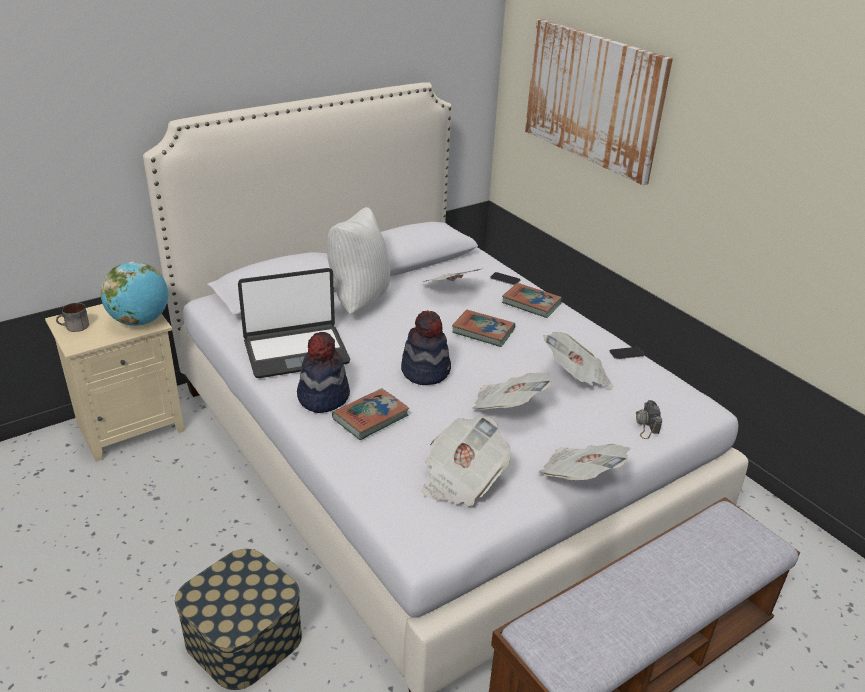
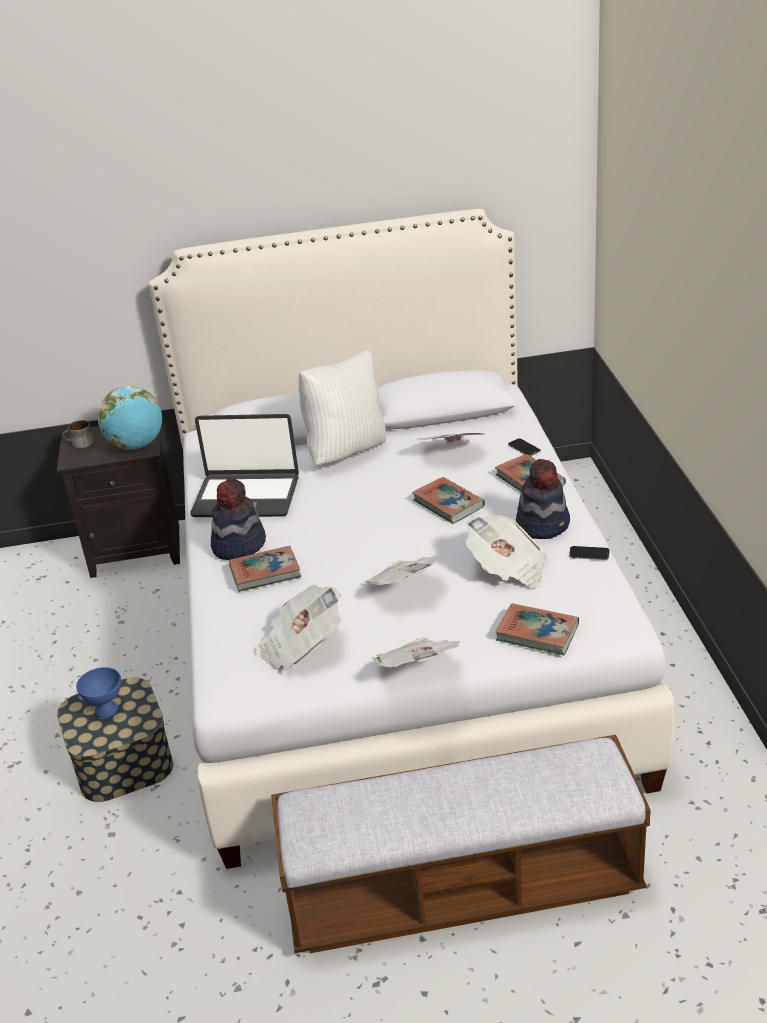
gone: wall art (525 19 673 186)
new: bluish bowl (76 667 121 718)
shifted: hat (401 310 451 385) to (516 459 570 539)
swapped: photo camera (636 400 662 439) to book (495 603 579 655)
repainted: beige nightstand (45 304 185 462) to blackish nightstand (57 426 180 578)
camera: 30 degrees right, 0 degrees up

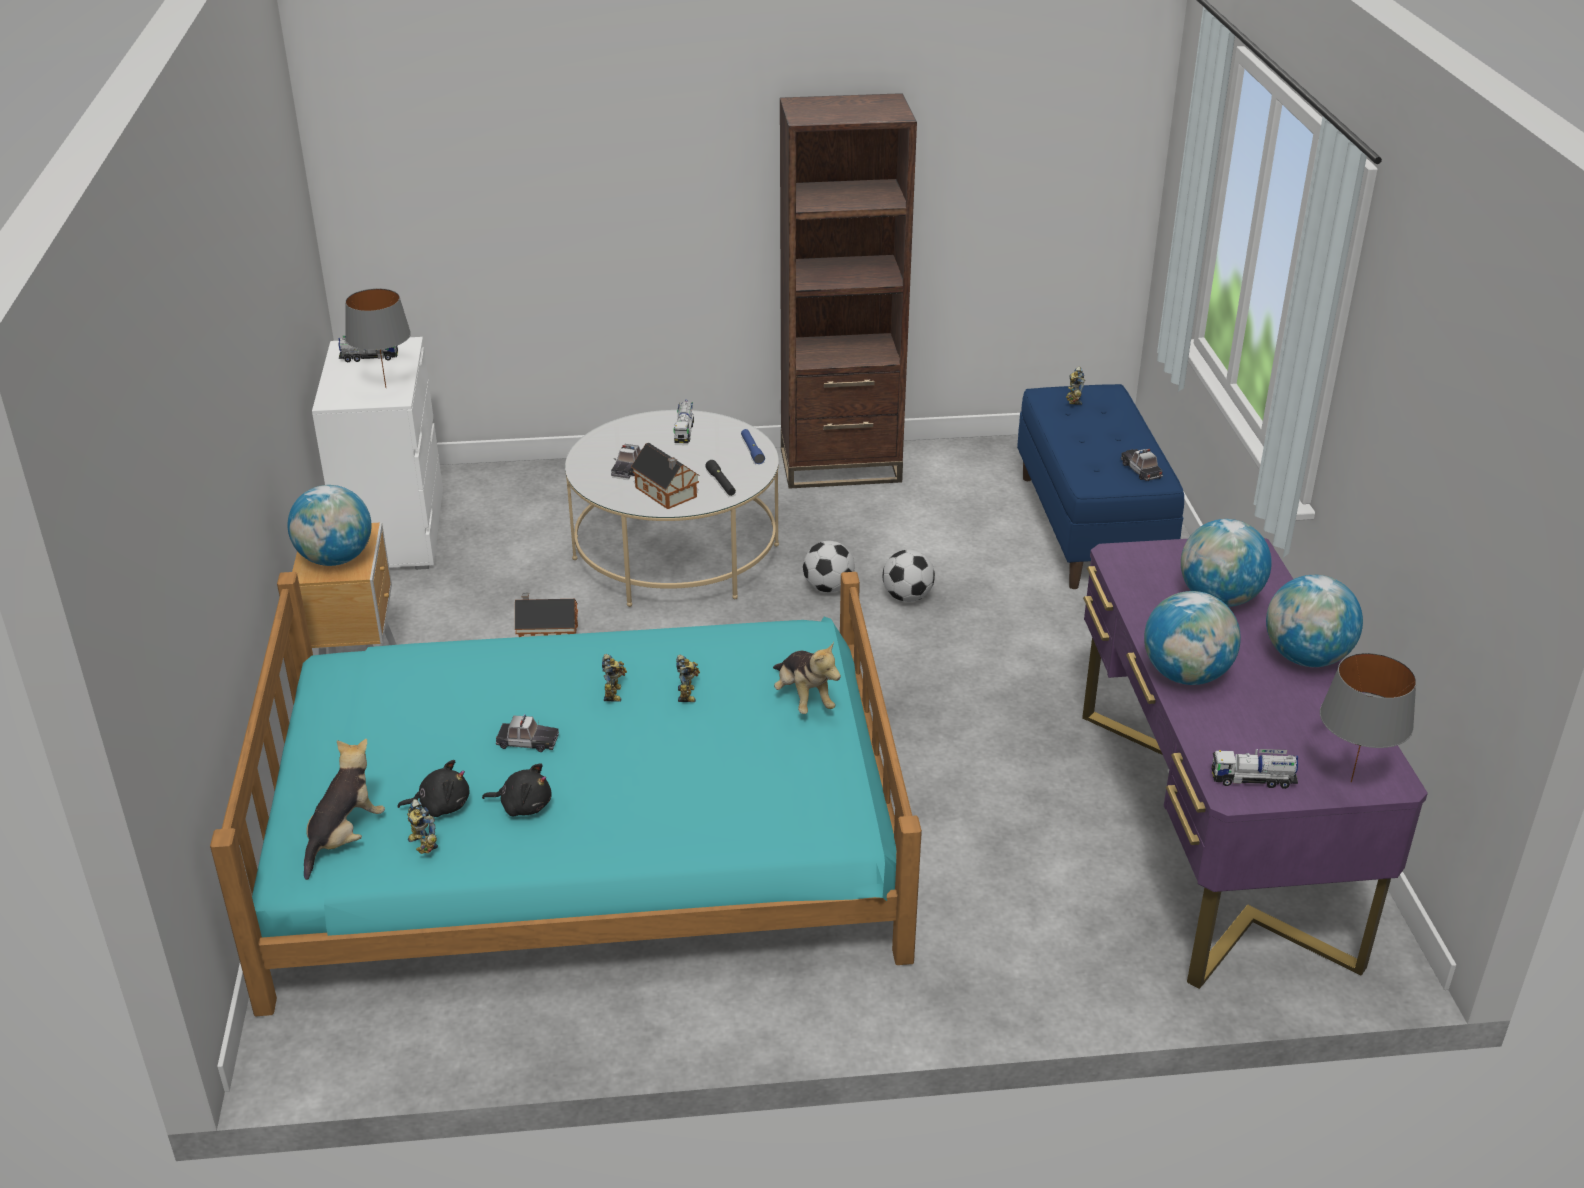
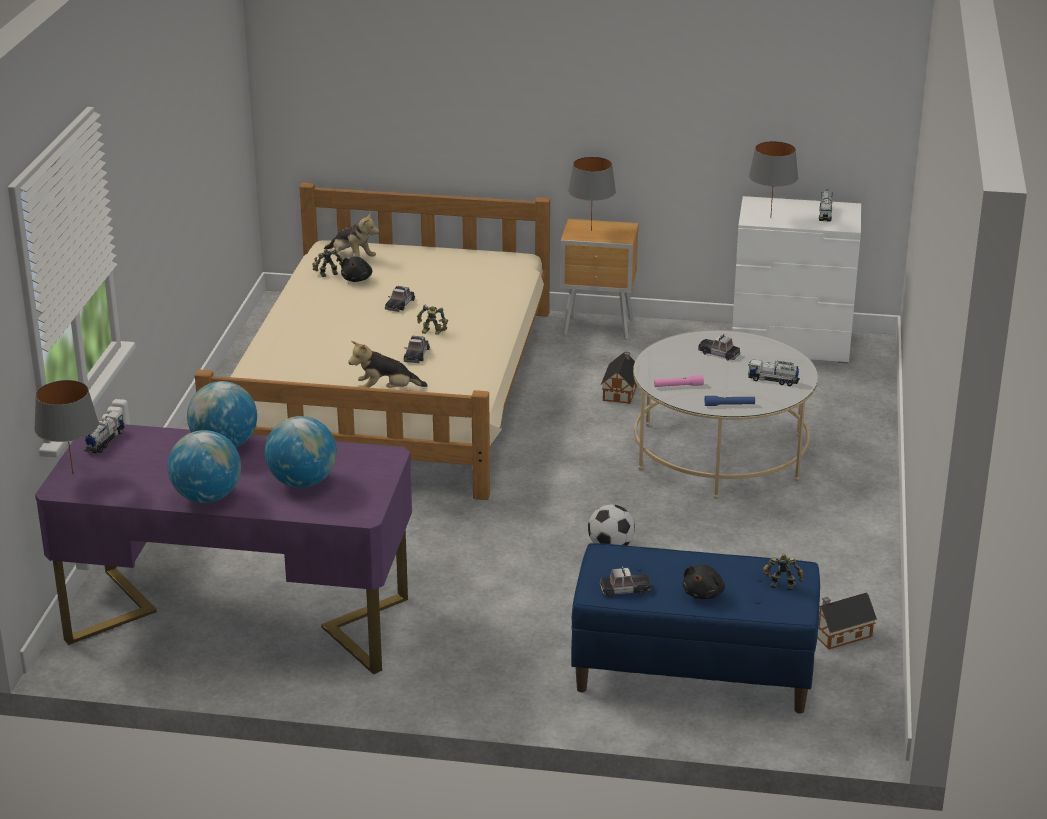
gone: brown bookshelf (780 93 917 489); ball for football (803 541 855 593)
shifted: blackish cuddly toy (482 763 552 817) to (683 565 725 599); model house (631 443 700 509) to (817 593 877 649)
swapped: model robot (676 655 700 702) to model car (404 336 430 363); world globe (288 485 372 566) to grey tabletop lamp (568 157 616 231)
repainted: turquoise-coloured bedroom bed (210 572 922 1016) to beige bedroom bed (195 183 550 500); blackish torch (705 460 736 496) to pinkish torch (654 375 704 387)
camera: 105 degrees right, 5 degrees down

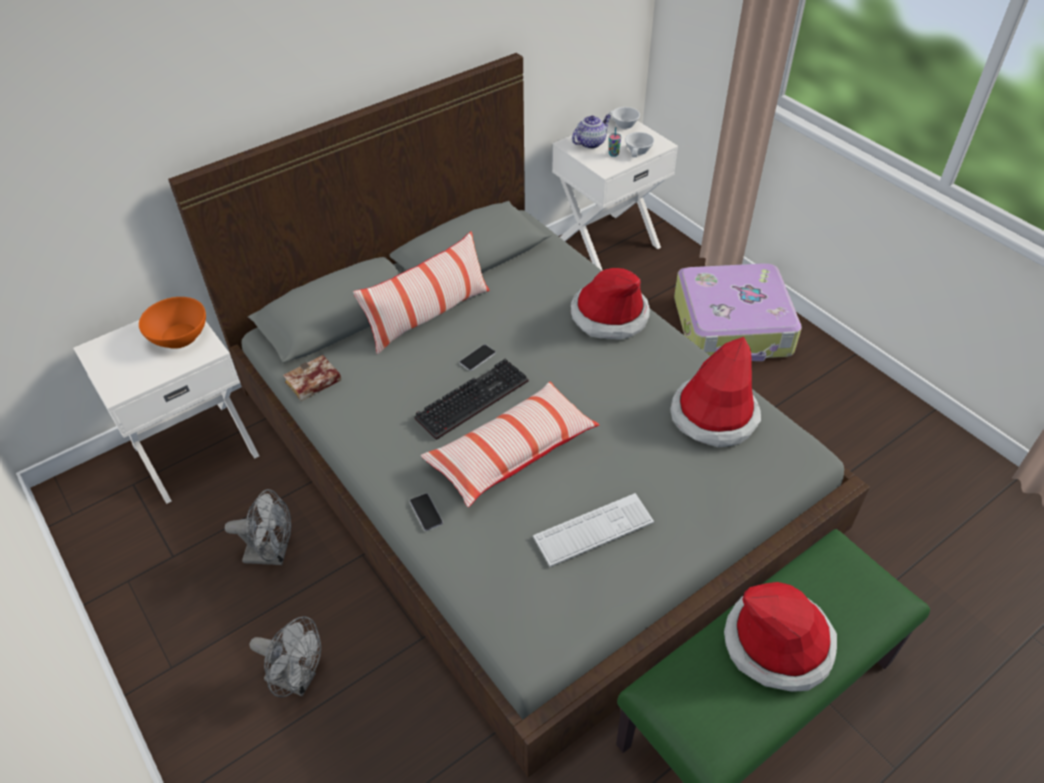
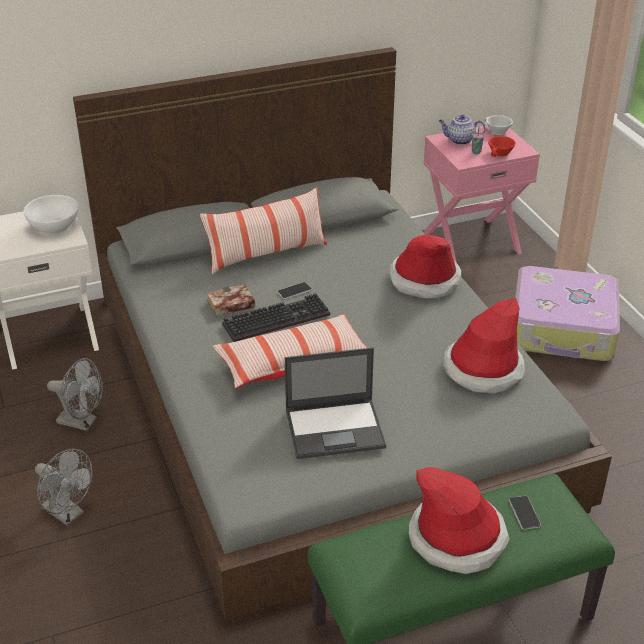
shifted: book (283 355 341 401) to (207 284 255 317); handset (410 493 443 531) to (509 496 541 530)
swapped: keyboard (533 493 654 567) to laptop (285 348 386 459)
repainted: orange-coloured bowl (139 297 206 349) to whitish bowl (24 195 78 234); whitish nightstand (552 119 678 271) to pinkish nightstand (423 125 540 263); whitish small cup (625 132 654 157) to red small cup (488 136 516 157)
rotated: tea pot (572 114 611 149) = (439 115 486 145) 150 degrees counterclockwise
camera: 15 degrees right, 10 degrees down

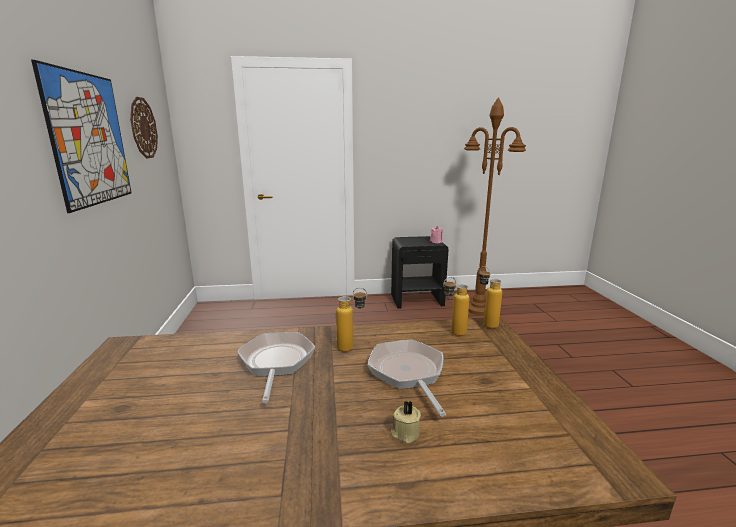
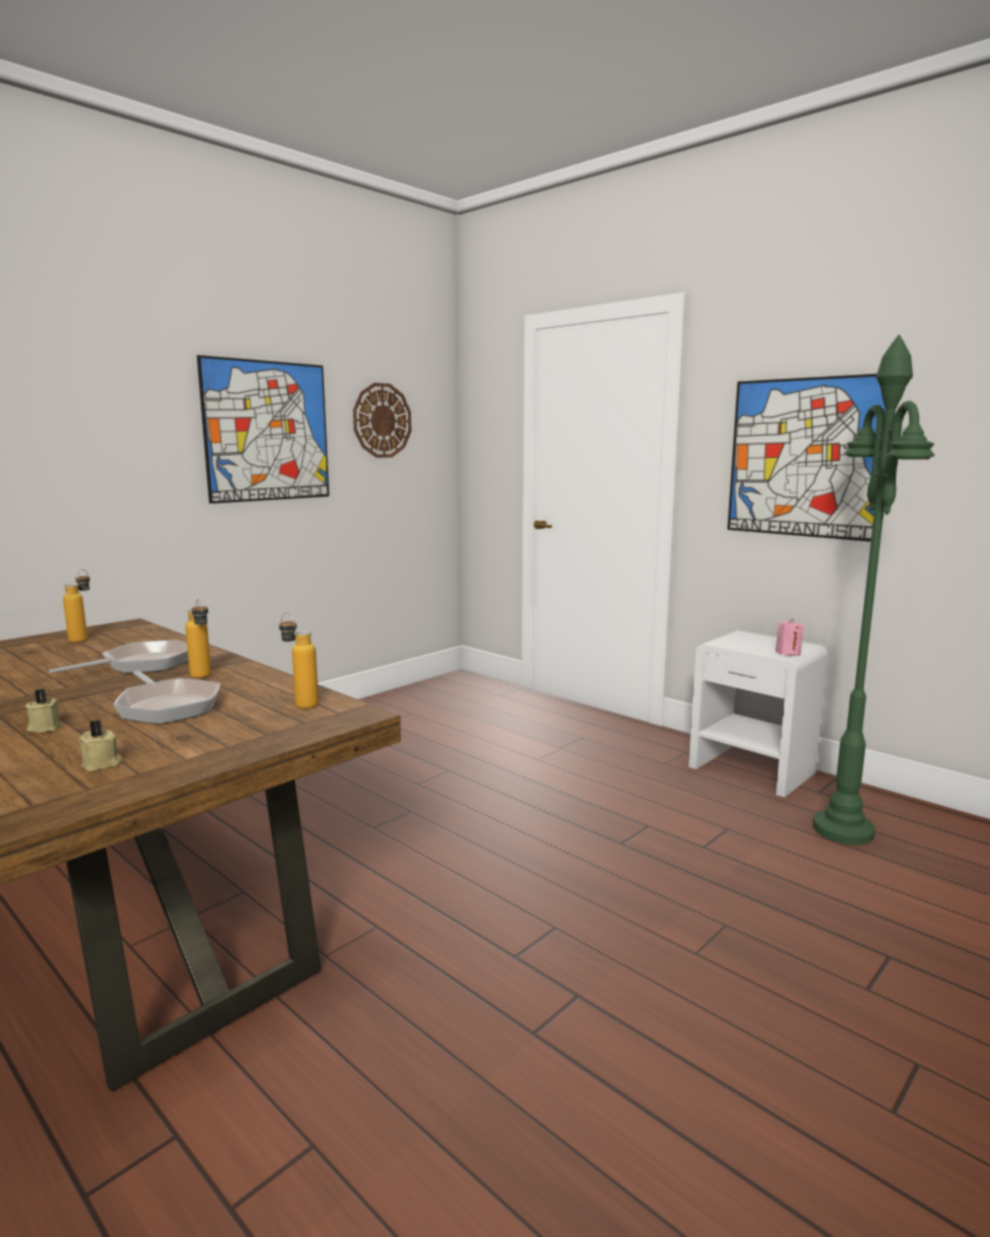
new: beige wax light (79 720 122 771); wall art (727 374 886 542)
shifted: beverage bottle (479 266 502 329) to (63 569 90 643)
repainted: blackish nightstand (391 236 449 309) to whitish nightstand (689 631 828 797); brown standard lamp (464 97 526 315) to greenish standard lamp (813 335 935 845)
rotated: frying pan (368 339 446 416) = (113 670 220 724) 105 degrees clockwise
camera: 50 degrees right, 5 degrees down

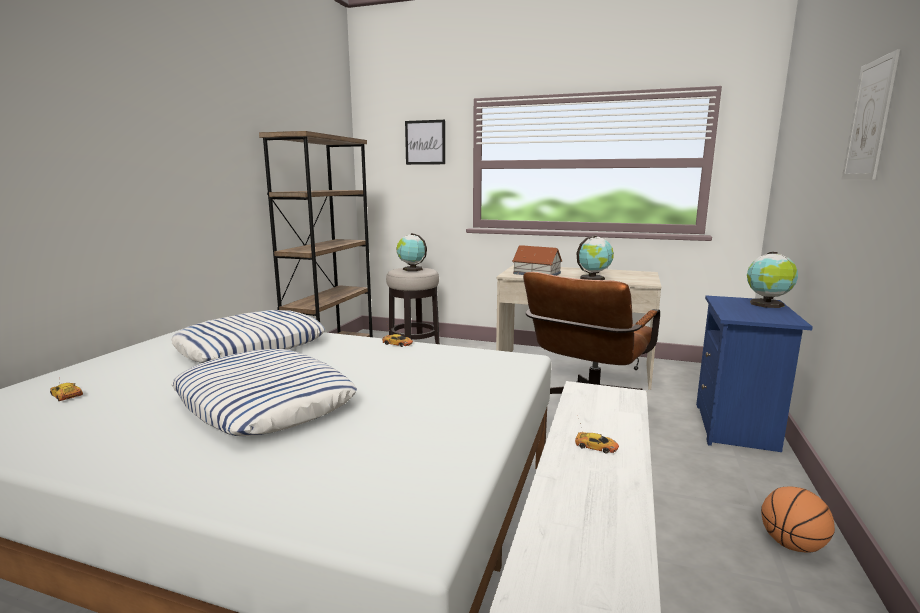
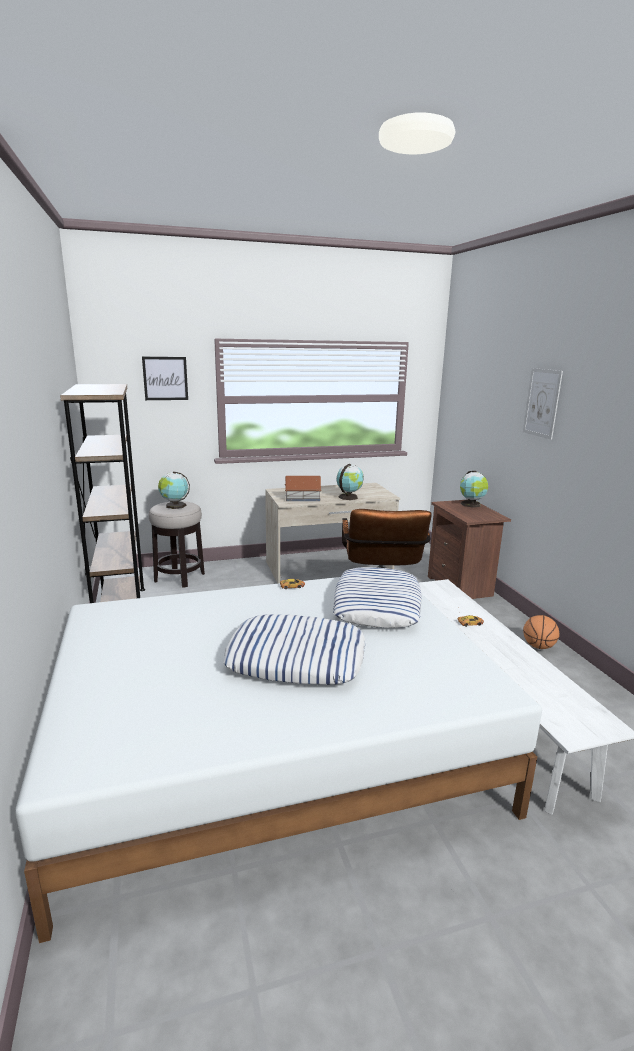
gone: model car (50 378 83 401)
shifted: throw pillow (171 310 325 363) to (333 567 421 628)
repainted: bluish nightstand (696 295 813 452) to brown nightstand (428 500 511 599)
camera: 35 degrees left, 5 degrees up

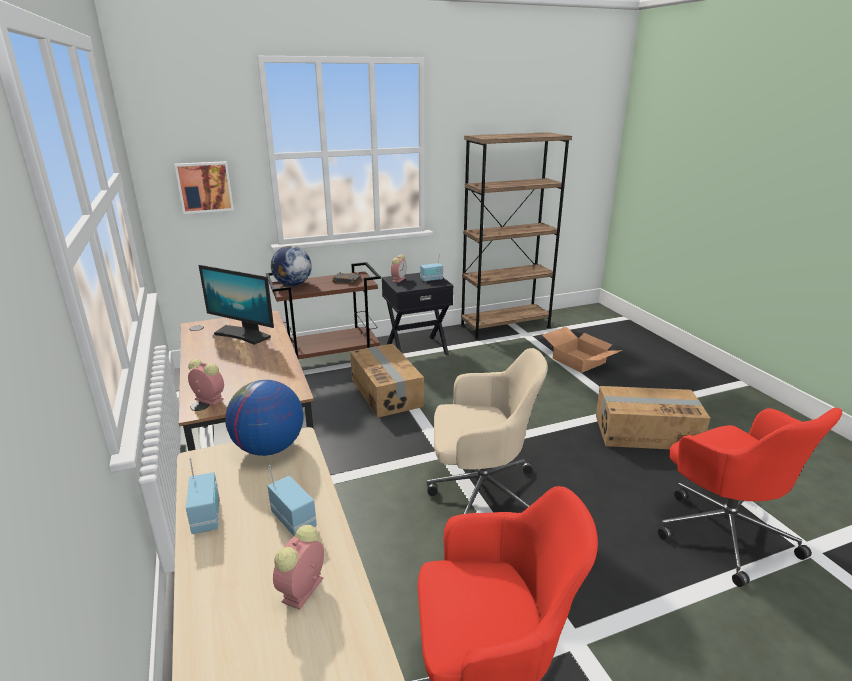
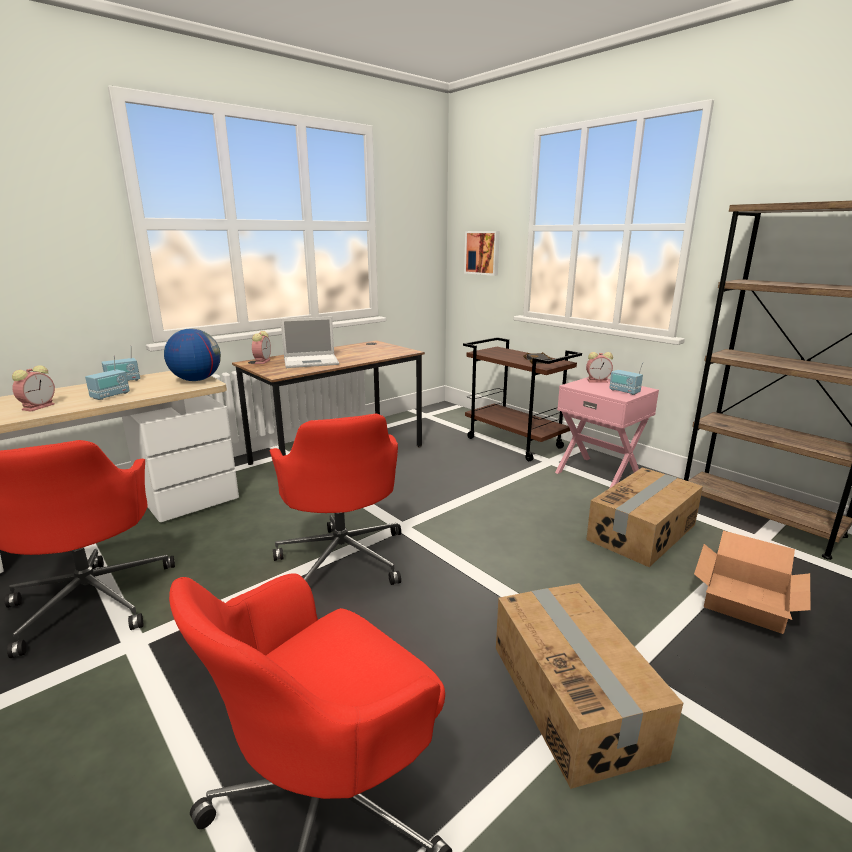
gone: computer display (199 265 274 345); world globe (270 246 312 286)
new: laptop (281 316 339 368)
shifted: packing box (350 344 424 418) to (586 468 703 567)
repainted: beige office chair (427 348 548 514) to red office chair (270 414 401 585); blackish nightstand (382 273 453 356) to pinkish nightstand (555 377 659 488)
rotated: alarm clock (273 525 324 610) = (12 365 55 411) 105 degrees clockwise
camera: 70 degrees right, 5 degrees down

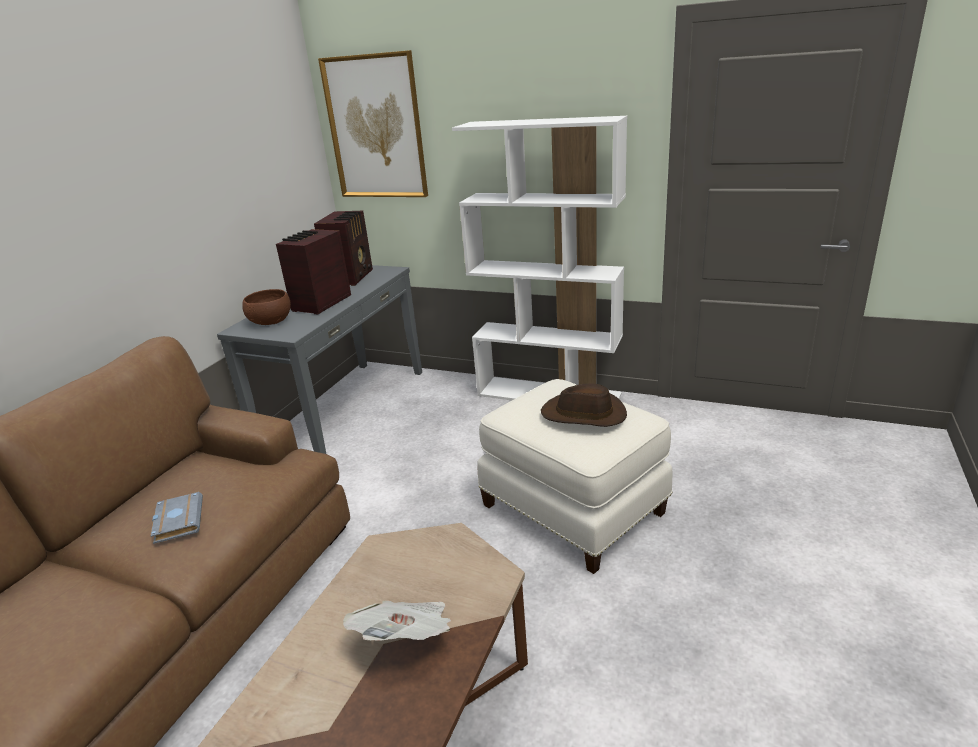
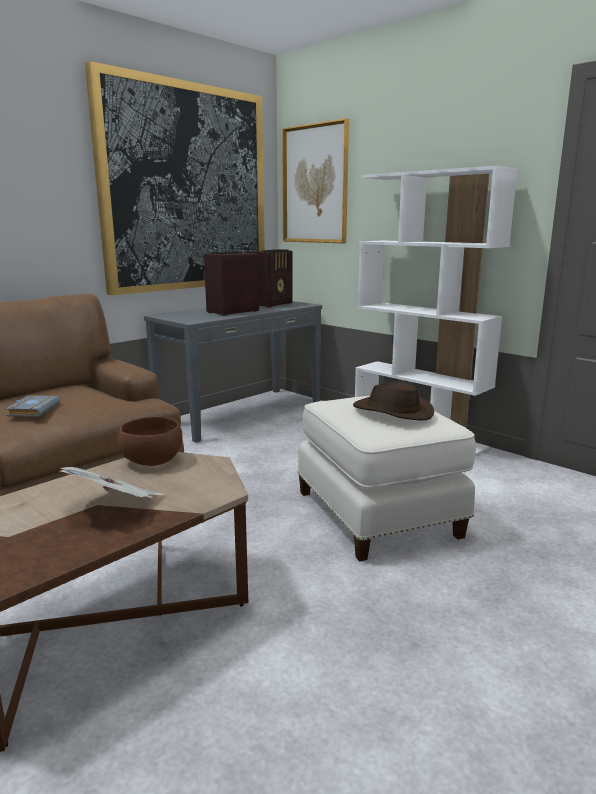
new: wall art (85 61 265 295)
shifted: brown bowl (242 289 291 325) to (117 417 183 466)
camera: 20 degrees right, 10 degrees down

